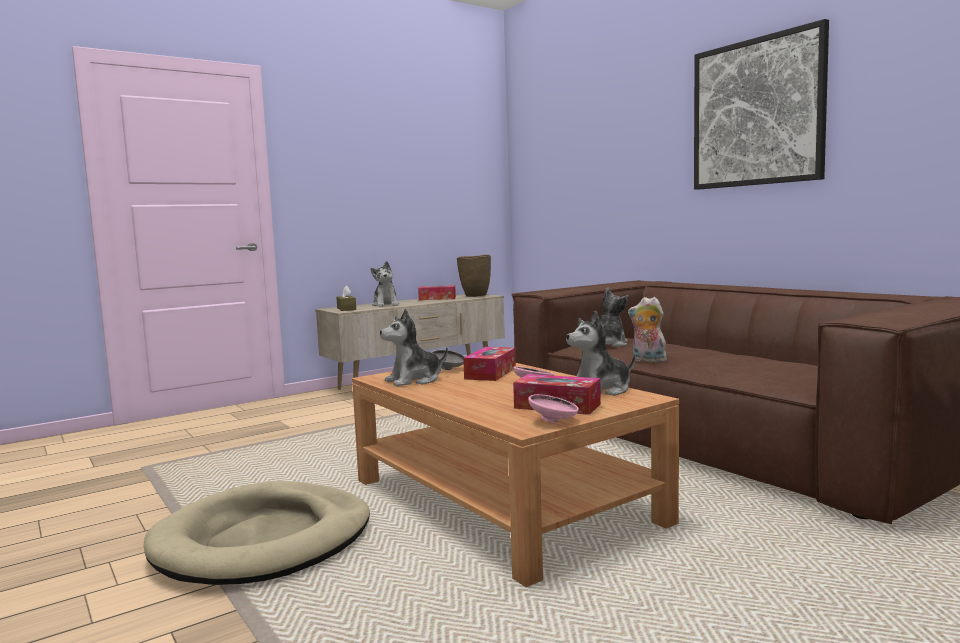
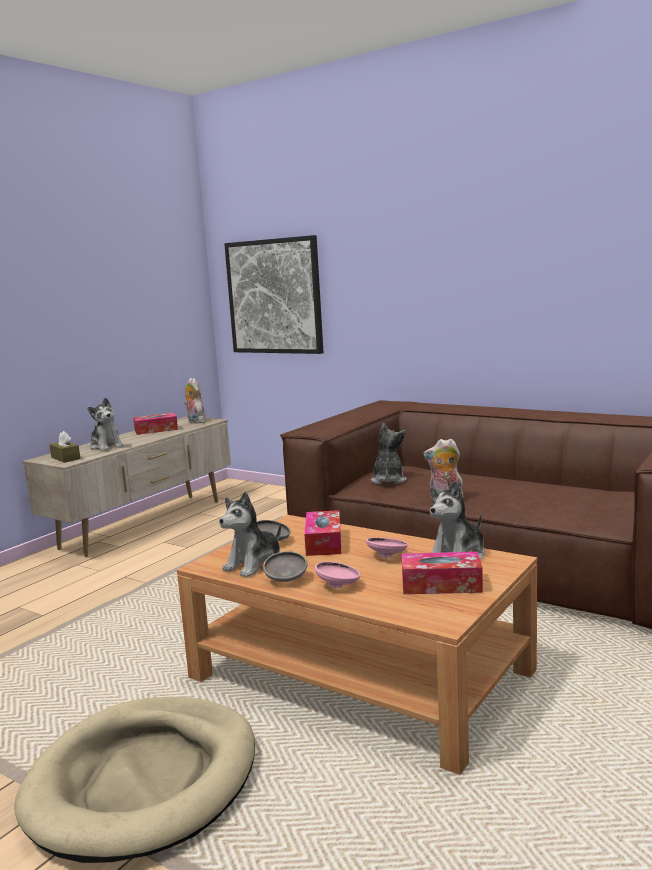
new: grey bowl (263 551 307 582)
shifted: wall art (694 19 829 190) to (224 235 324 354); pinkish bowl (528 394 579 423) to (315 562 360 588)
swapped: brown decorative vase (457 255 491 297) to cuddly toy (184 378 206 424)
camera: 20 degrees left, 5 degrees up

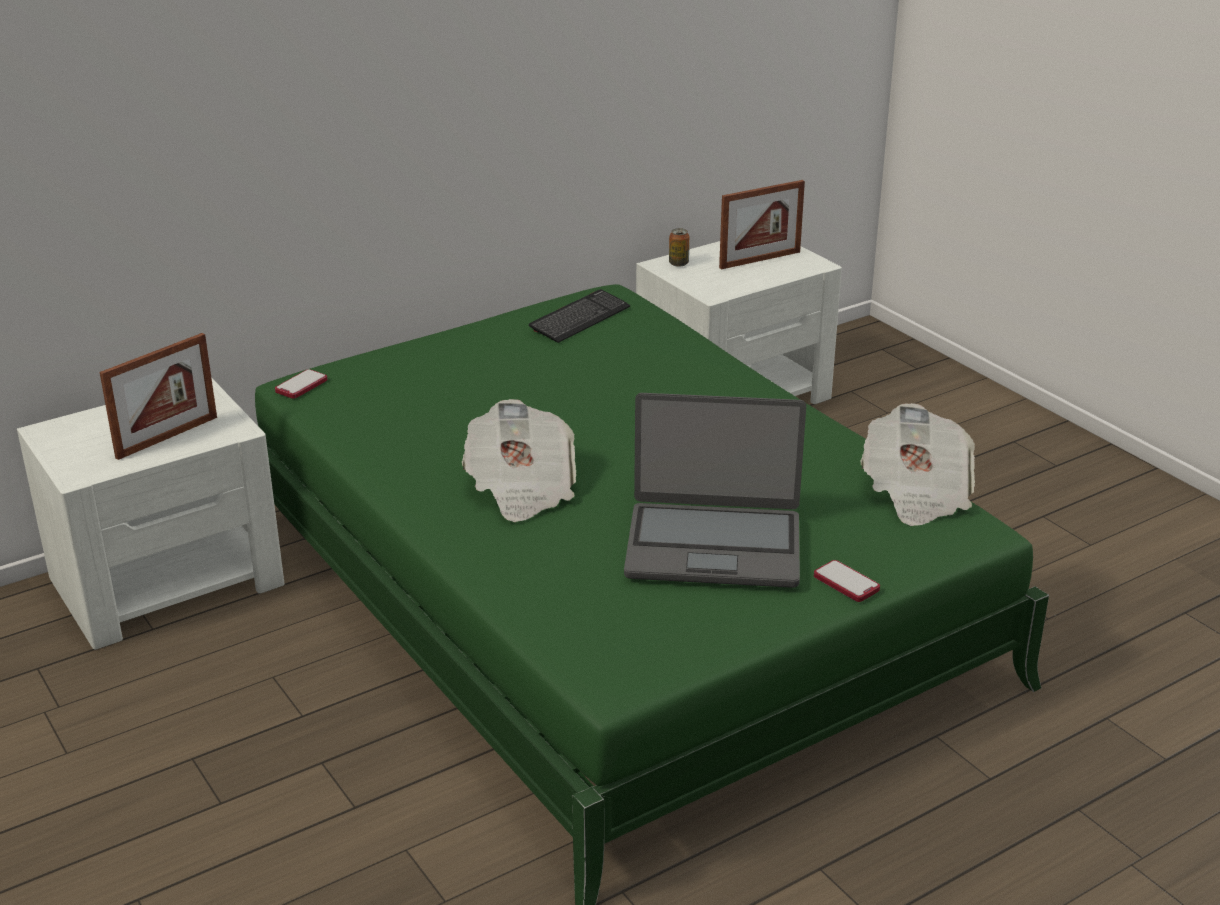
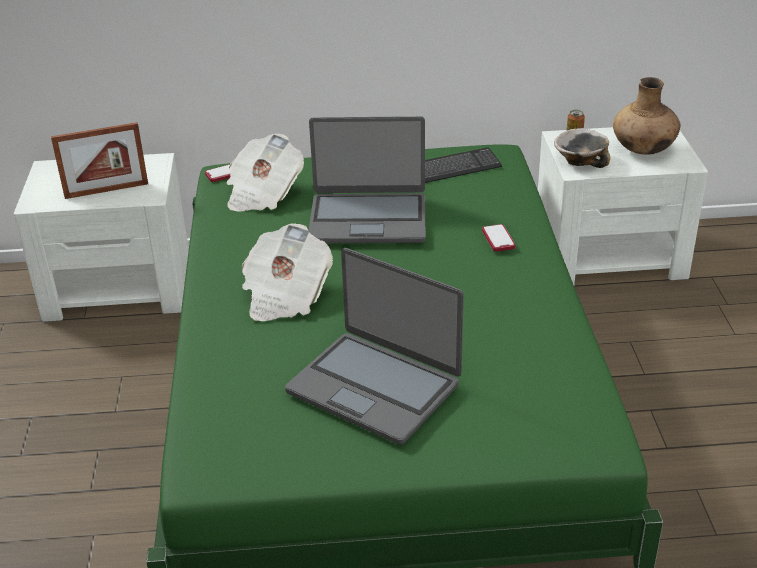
new: laptop (309 116 426 243); bowl (554 128 610 168)
shifted: newspaper (860 403 975 526) to (226 133 304 212); handset (814 560 880 602) to (482 224 515 252)
swapped: standing frame (719 180 805 269) to brown decorative vase (613 77 680 155)
camera: 30 degrees right, 5 degrees up

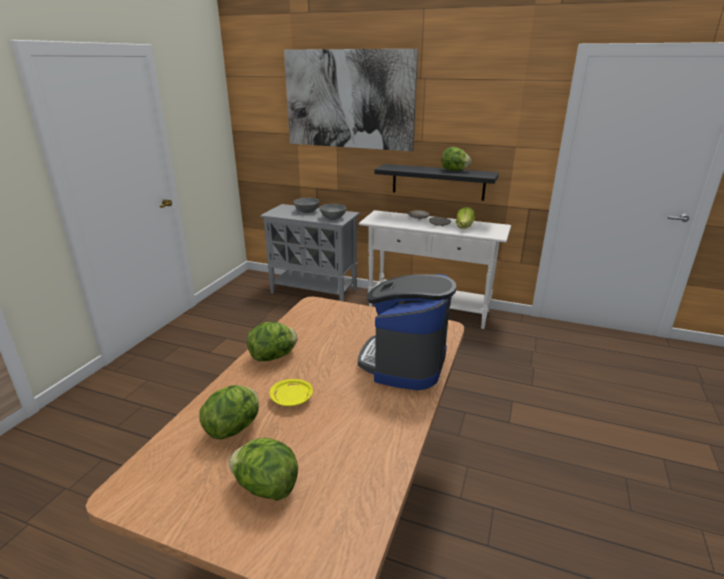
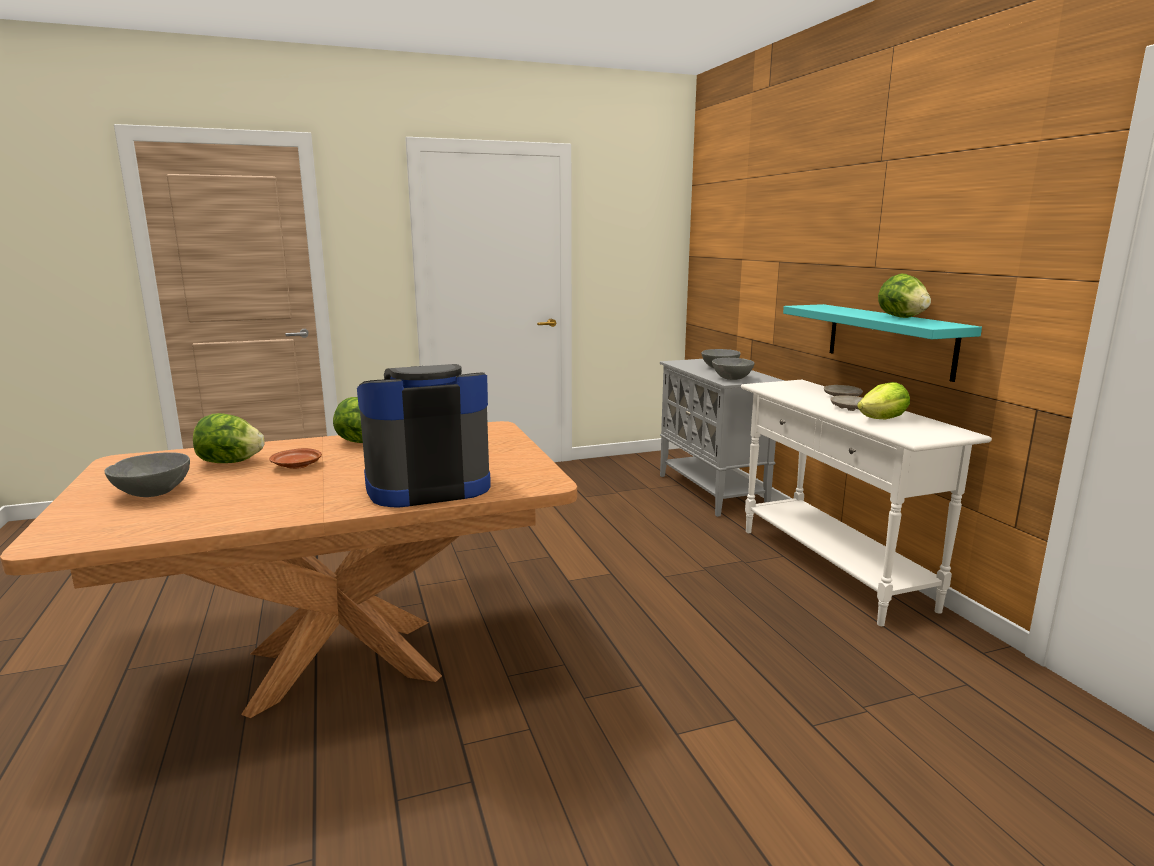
gone: wall art (284 49 418 151)
swapped: lettuce (229 438 298 501) to grey bowl (104 452 190 497)
repainted: yellow plate (270 379 313 406) to brown plate (269 448 322 469); blackish shelf (375 164 499 201) to turquoise-coloured shelf (783 304 982 382)
camera: 50 degrees right, 10 degrees down

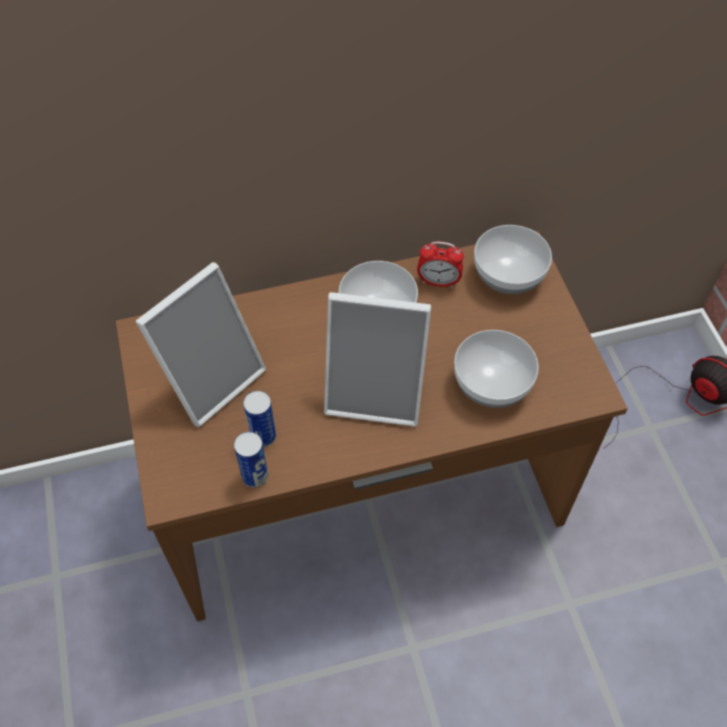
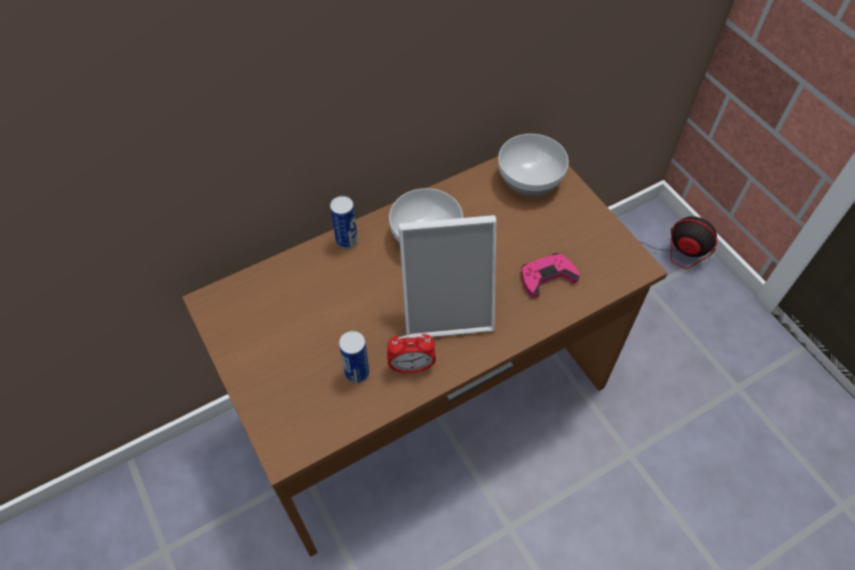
gone: standing frame (136 262 266 427)
shifted: sealed can (234 432 268 488) to (330 196 358 249); alarm clock (417 241 464 288) to (387 334 436 373)
swapped: bowl (454 330 539 408) to pinkish gamepad (521 253 580 298)
camera: 15 degrees left, 0 degrees up

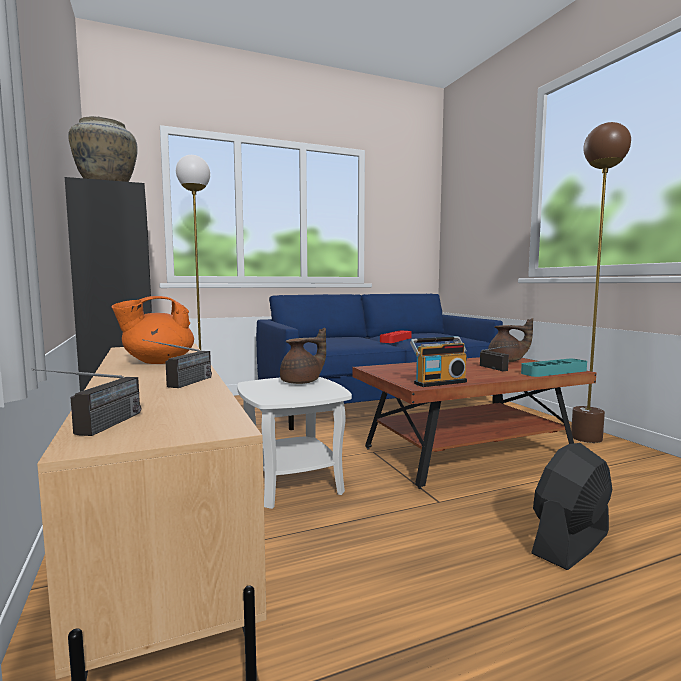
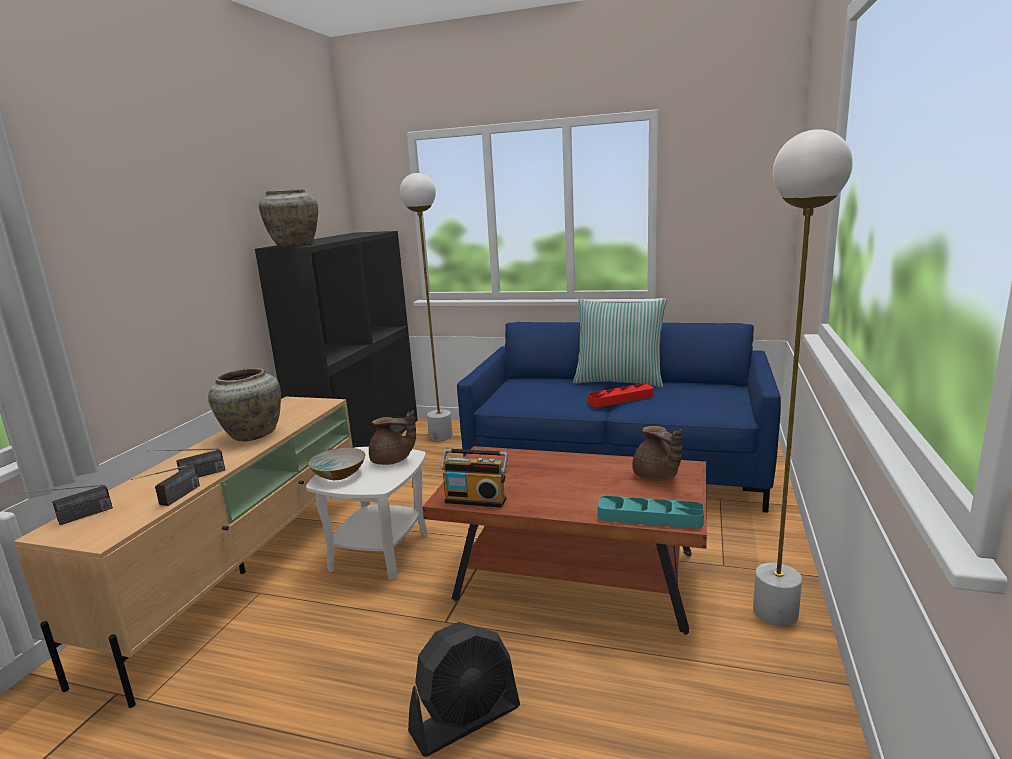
new: bowl (308 448 365 480); throw pillow (573 299 667 387)
shifted: radio (480 344 518 371) to (131 465 200 506)
swapped: orange-coloured tea pot (112 296 194 364) to beige decorative vase (208 368 281 441)
repainted: brown standard lamp (571 122 631 443) to whitish standard lamp (753 129 853 626)
rotated: blackish electric fan (531 443 612 570) = (408 622 520 757) 150 degrees clockwise
camera: 40 degrees right, 10 degrees up

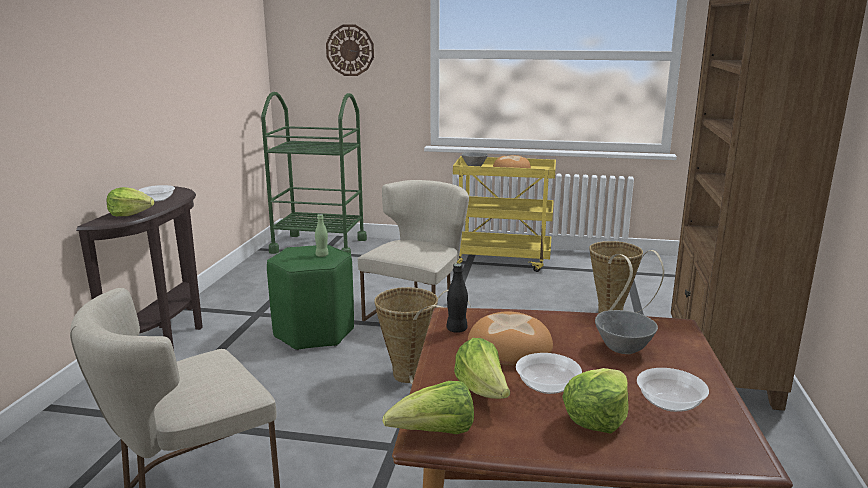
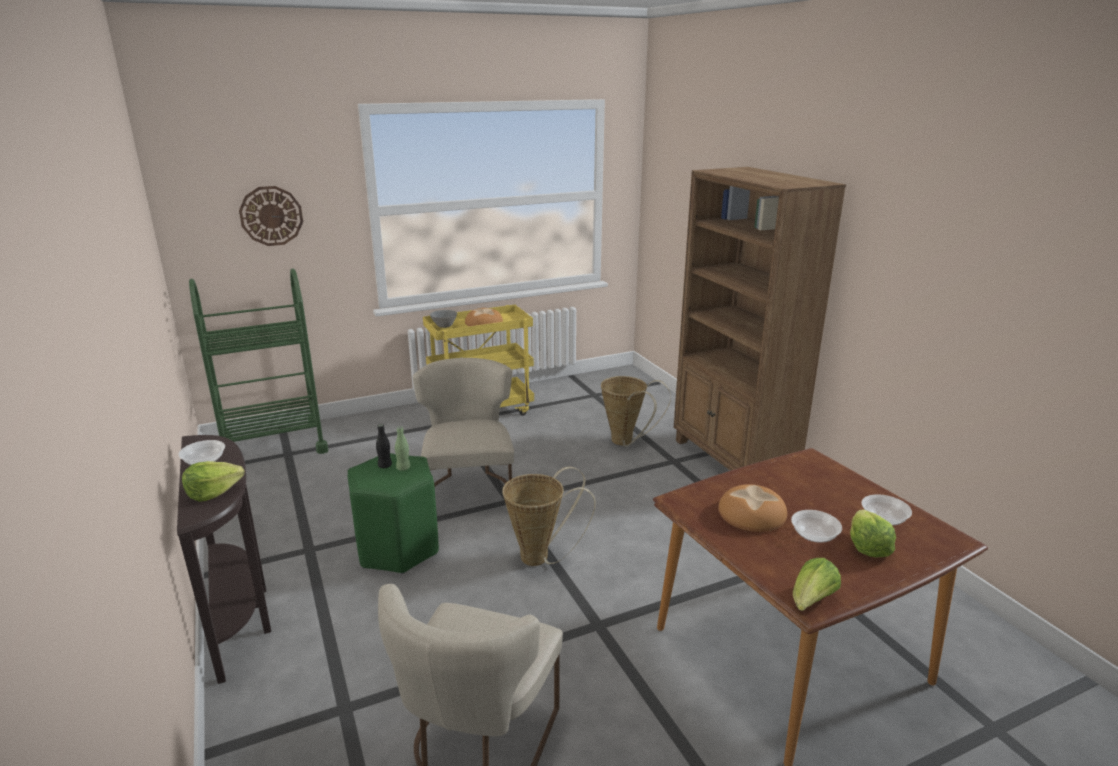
gone: lettuce (454 338 510 399); grey bowl (595 310 658 354)
shifted: blackish beverage bottle (447 263 468 333) to (376 424 392 468)
camera: 35 degrees left, 5 degrees up

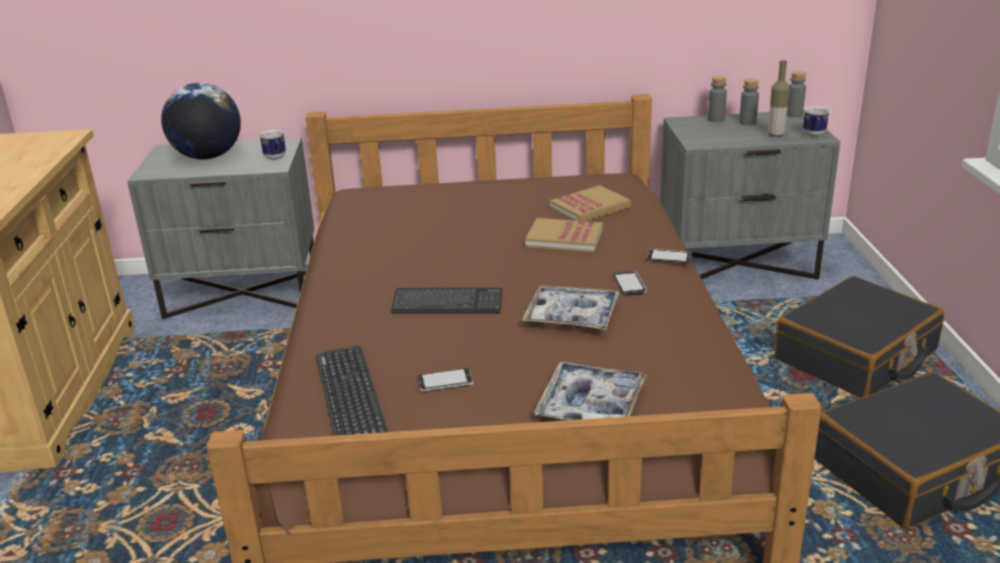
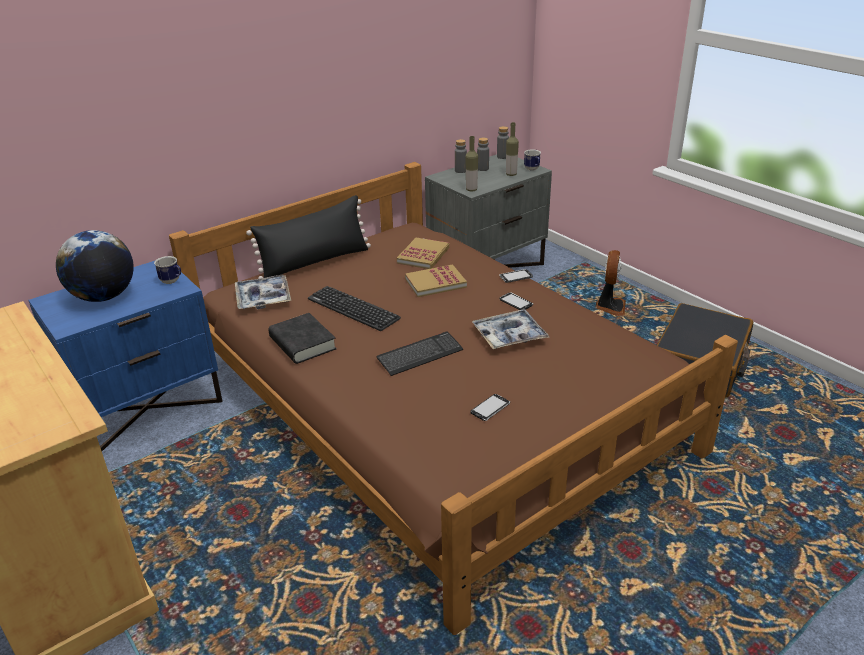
new: blackish throw pillow (246 195 371 279); blackish book (268 313 337 364); beverage bottle (466 136 478 192)
shifted: carrying tray (533 362 646 421) to (235 275 291 309); keyboard (316 345 388 436) to (308 286 401 331)
swapped: blackish suitcase (774 276 944 398) to electric fan (595 250 626 316)
repainted: grey nightstand (127 137 315 319) to bluish nightstand (28 261 222 451)
camera: 35 degrees left, 5 degrees up

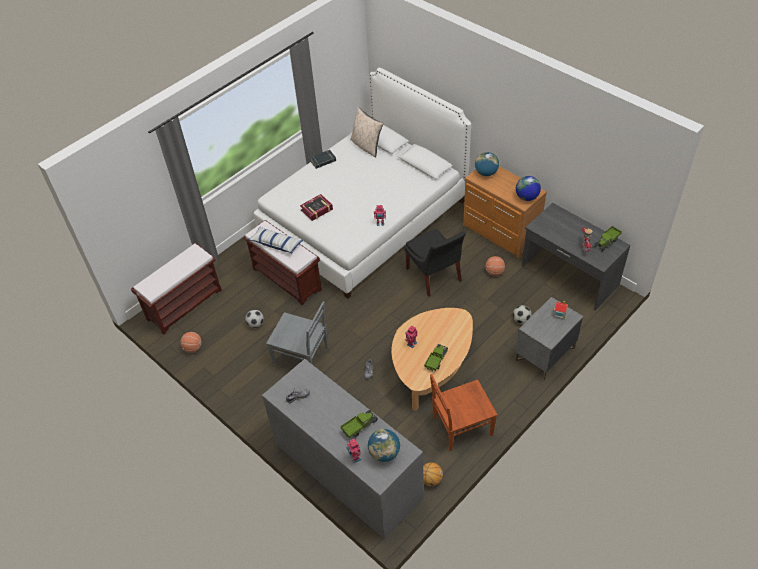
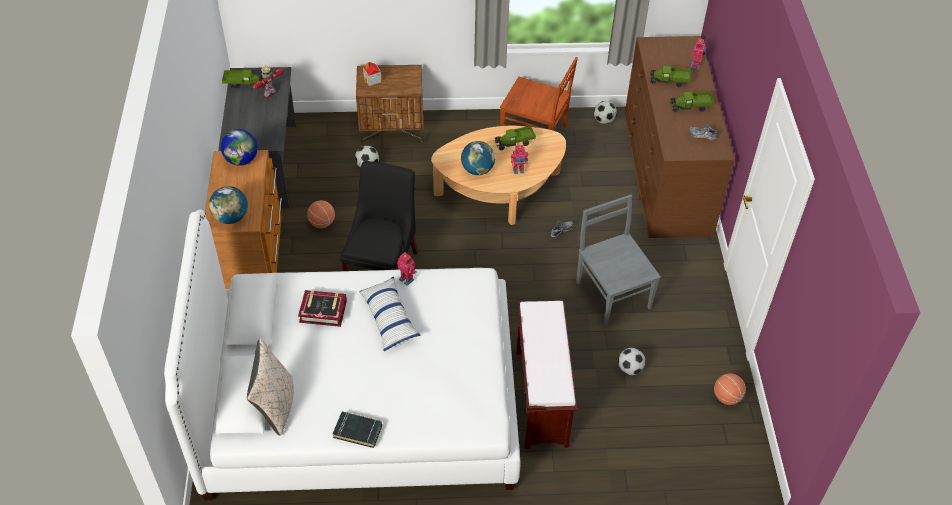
gone: brown indoor bench (131 243 222 335)
new: model truck (669 92 714 112)
shifted: book (300 194 333 221) to (298 290 347 327); throw pillow (248 227 303 253) to (359 276 421 351); world globe (368 429 400 462) to (461 141 495 175)
swapped: basketball (423 462 443 486) to ball for football (594 101 617 124)
repainted: grey nightstand (515 297 583 381) to brown nightstand (356 65 423 144); grey chest of drawers (262 359 423 539) to brown chest of drawers (624 36 735 238)
camera: 140 degrees left, 0 degrees up

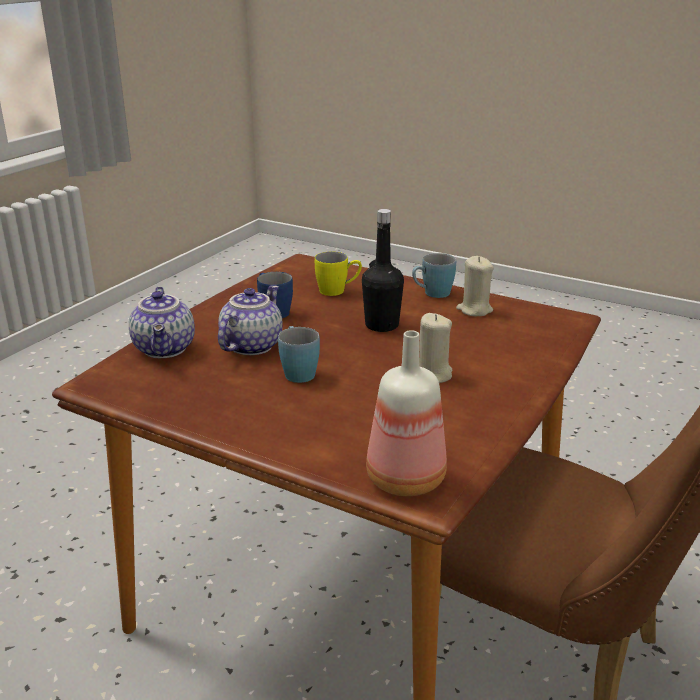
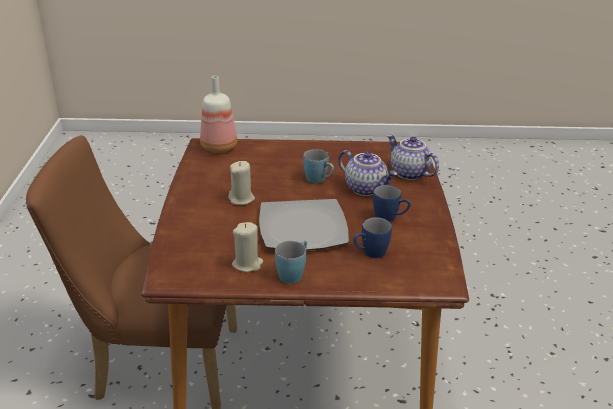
swapped: blackish beverage bottle (362 209 404 332) to plate (259 199 349 250)
repainted: yellow tea mug (315 252 362 296) to bluish tea mug (353 217 392 258)
rotated: tea pot (218 285 283 355) = (338 150 397 196) 45 degrees counterclockwise
camera: 150 degrees right, 5 degrees up

